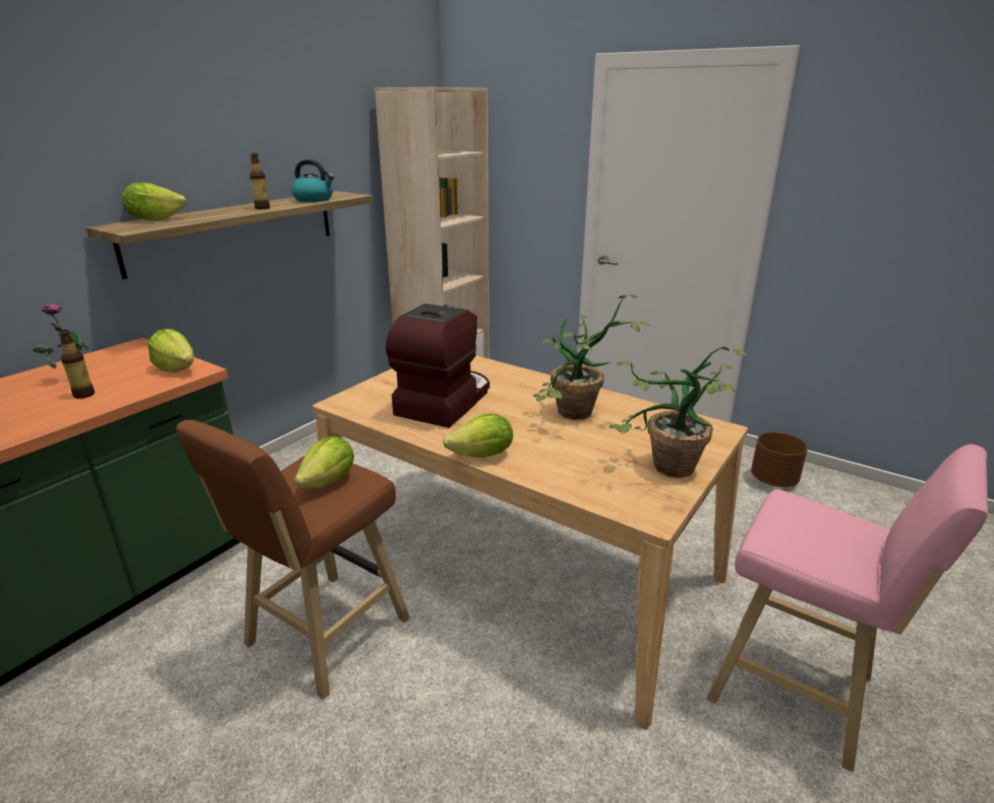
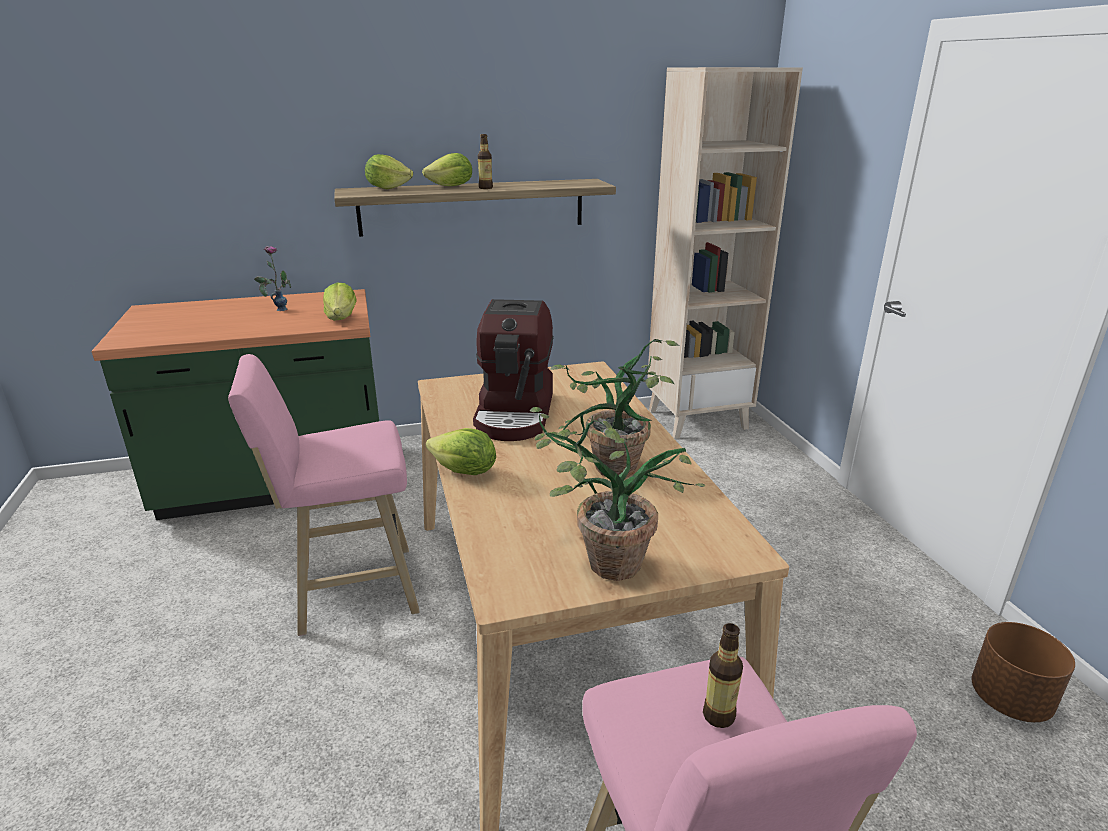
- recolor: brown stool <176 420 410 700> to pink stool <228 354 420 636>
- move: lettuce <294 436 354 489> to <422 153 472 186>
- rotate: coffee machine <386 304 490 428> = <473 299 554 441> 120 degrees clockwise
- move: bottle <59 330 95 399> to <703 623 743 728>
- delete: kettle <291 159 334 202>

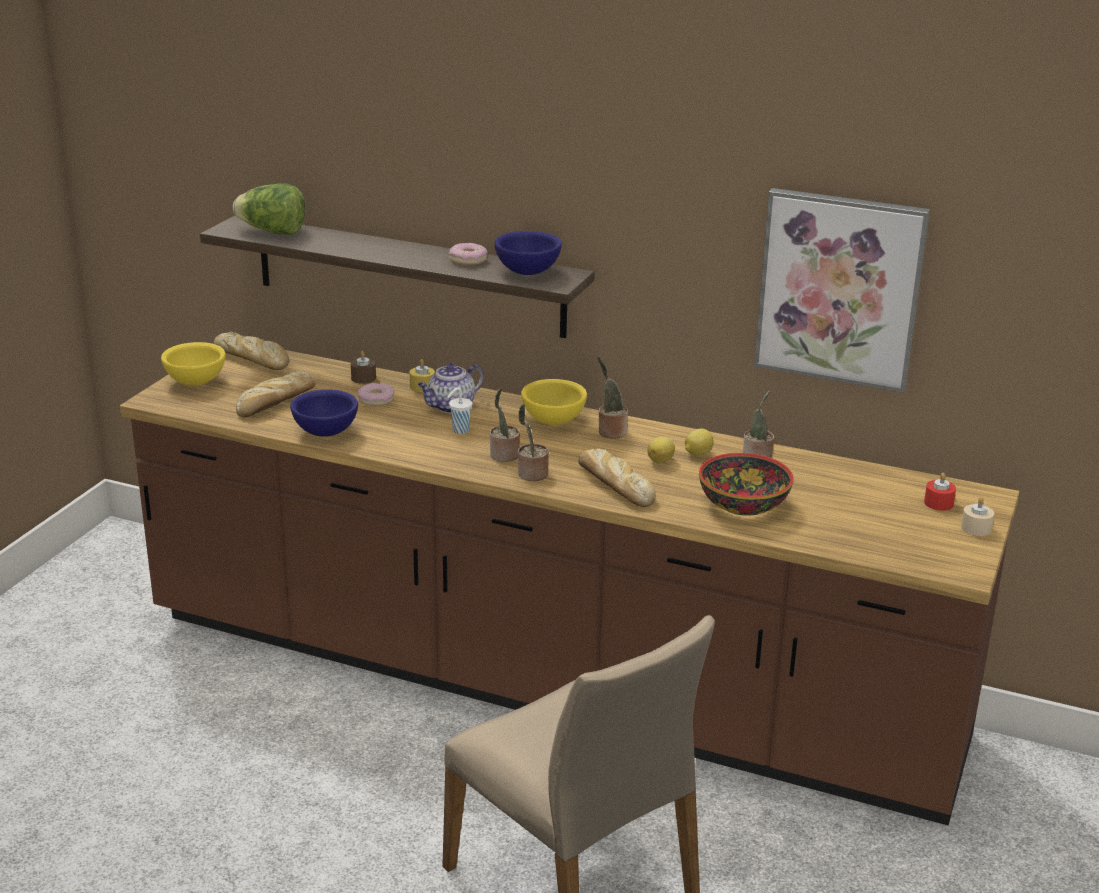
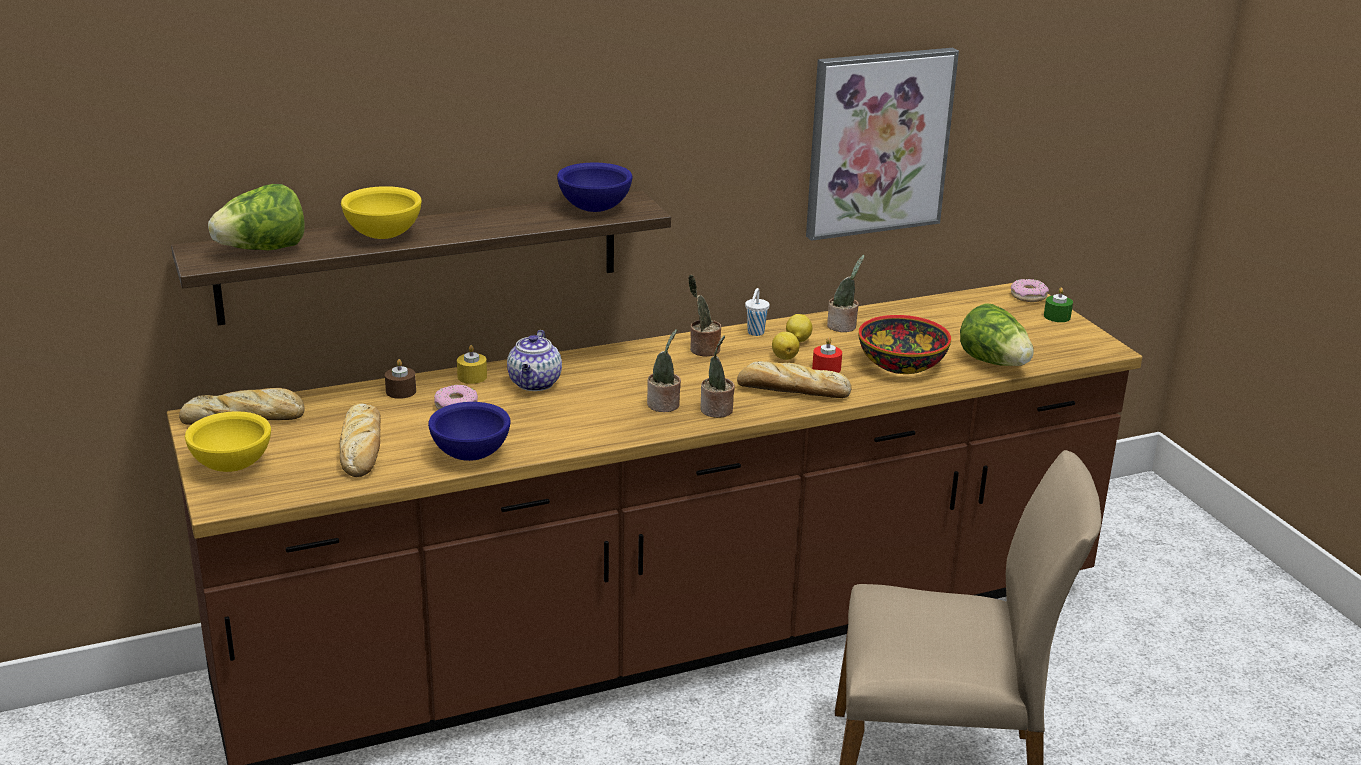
- move: yellow bowl <521 379 587 425> to <341 186 422 239>
- move: white cup <447 388 472 434> to <745 288 770 336>
- move: red candle <924 473 956 511> to <812 337 842 373>
- insert: lettuce <960 303 1033 366>
- move: donut <449 243 487 265> to <1011 279 1049 302>
- recolor: beige candle <961 497 994 536> to green candle <1044 287 1073 322>

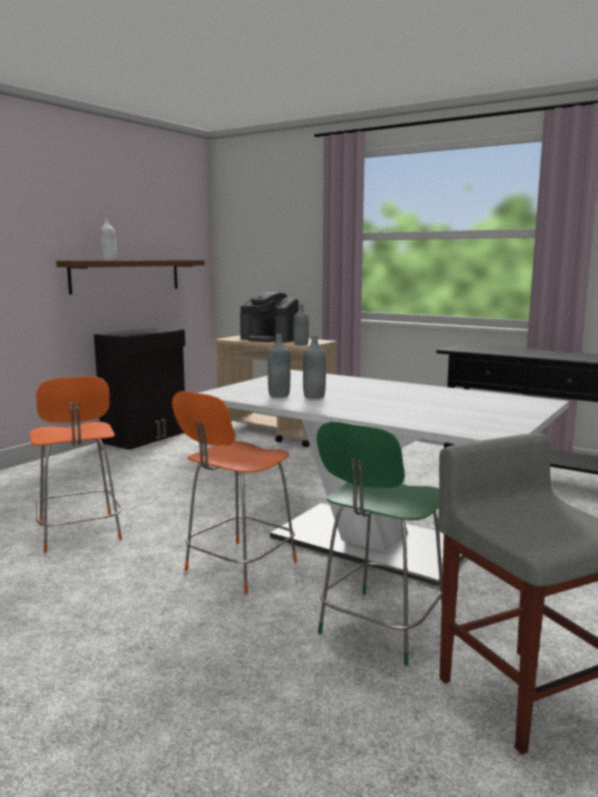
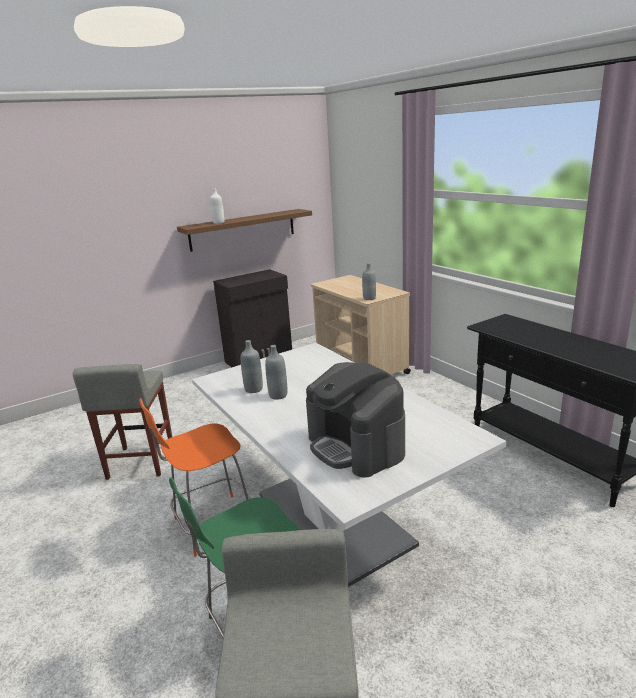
- replace: orange chair <30 376 122 553> to grey stool <72 364 172 480>
- move: coffee machine <240 292 298 343> to <306 362 405 478>

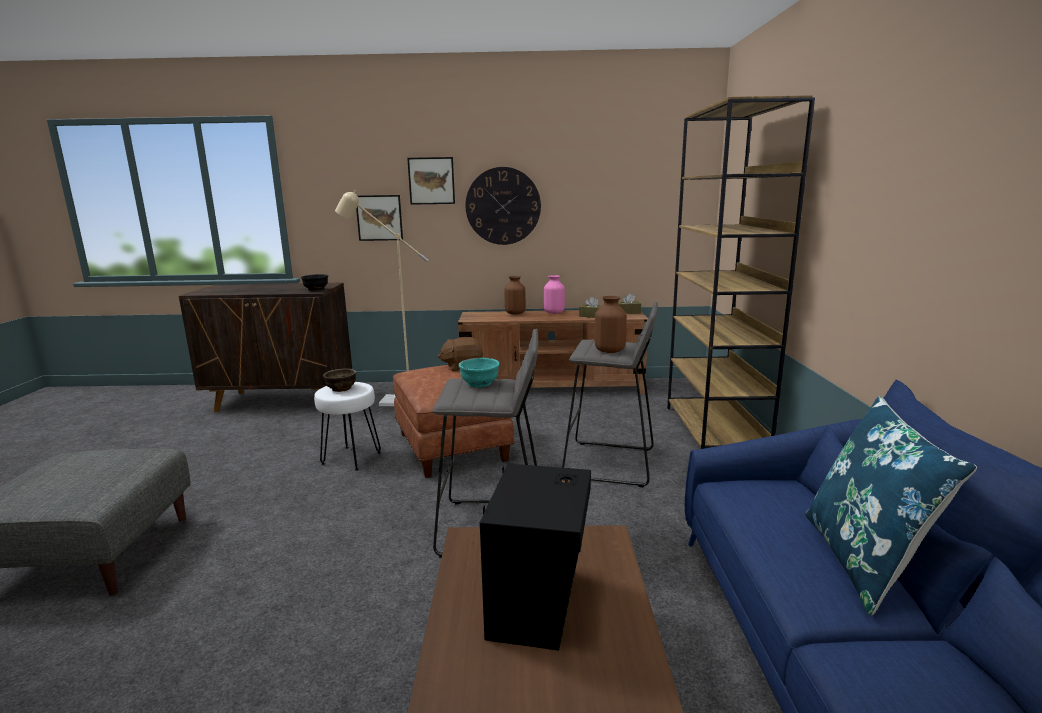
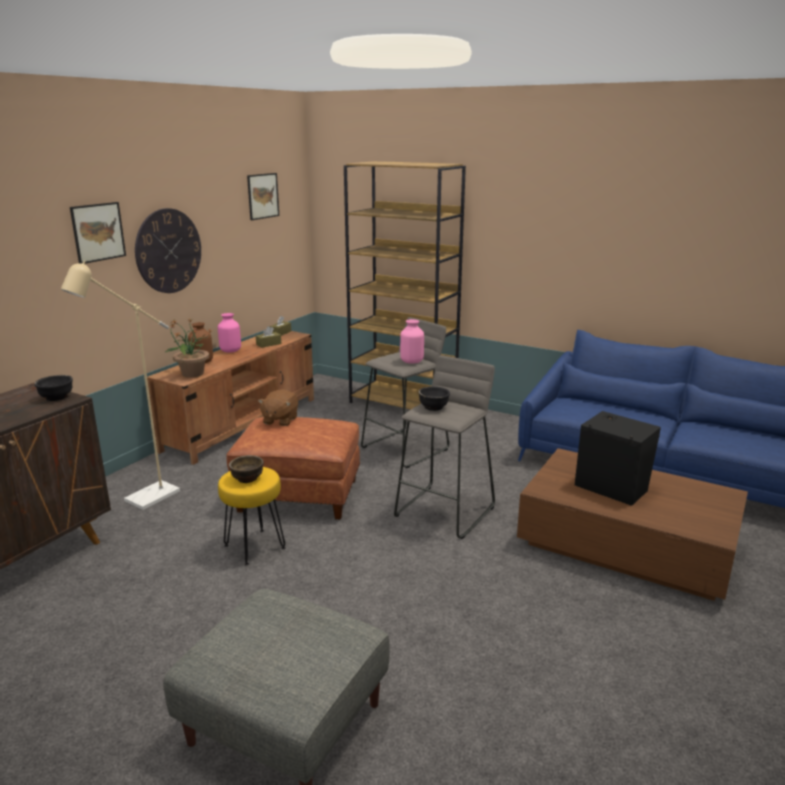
- insert: potted plant <163 319 213 378>
- recolor: white stool <314 382 381 471> to yellow stool <218 467 285 566>
- move: picture <356 195 403 241> to <247 173 279 220>
- recolor: brown vase <595 296 627 353> to pink vase <400 319 424 364>
- recolor: turquoise bowl <459 358 500 387> to black bowl <418 386 450 411>
- delete: blue pillow <805 396 977 616>

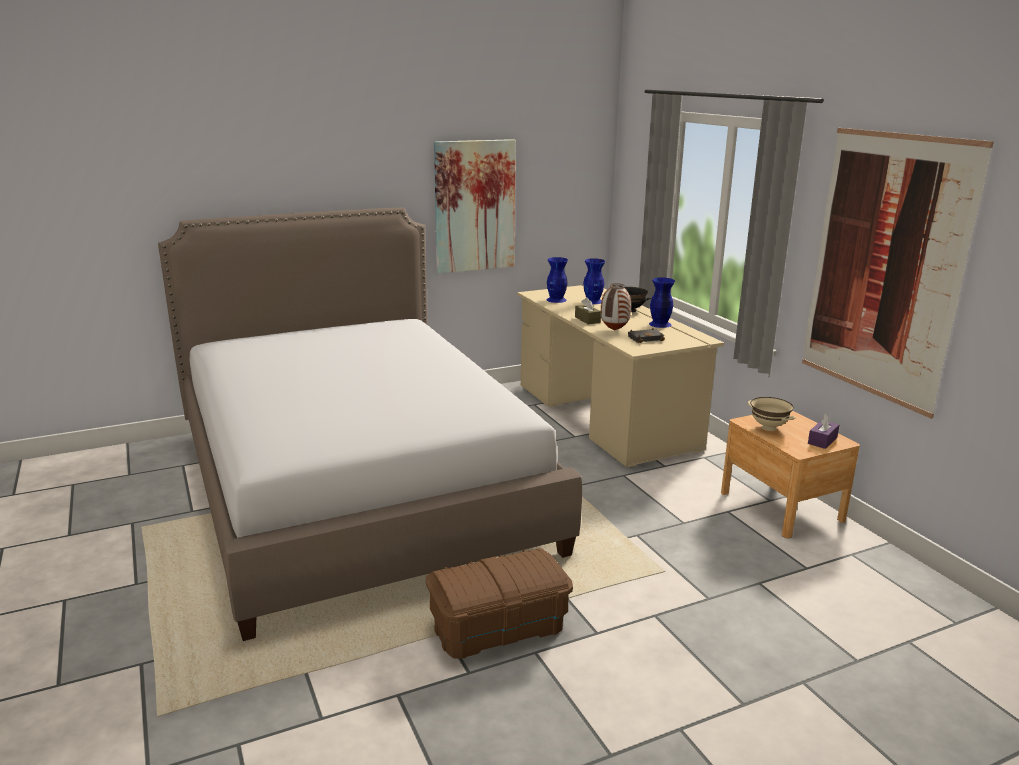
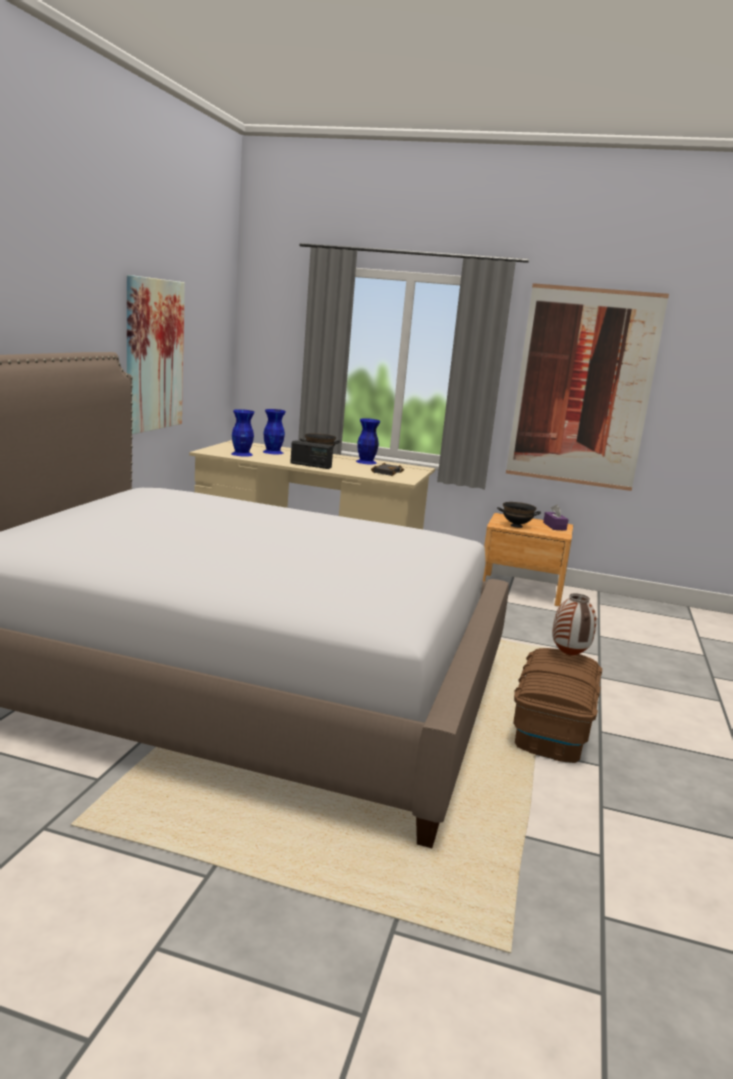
- replace: brown tissue box <575 297 601 324> to radio <290 440 333 469>
- recolor: beige bowl <748 397 796 431> to black bowl <497 502 541 528>
- move: vase <601 283 631 331> to <552 593 596 656>

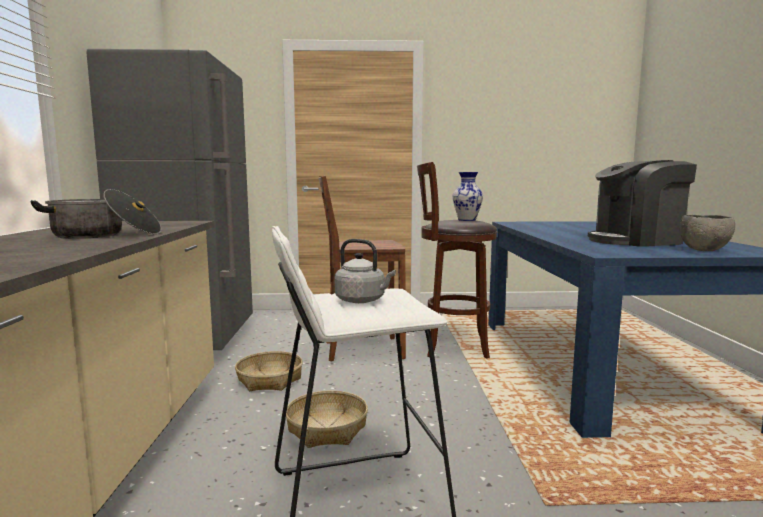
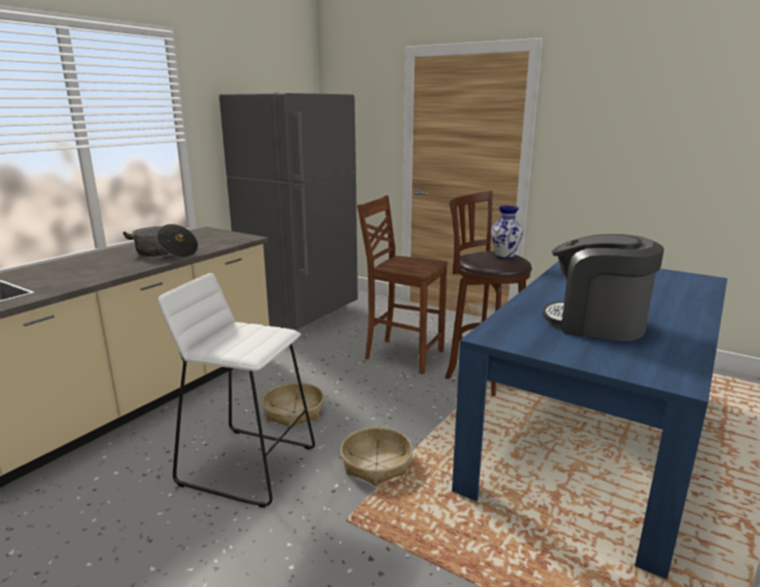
- move: basket <235 351 303 391> to <341 427 413 486>
- delete: grey kettle <334 239 396 303>
- delete: grey bowl <680 215 735 251>

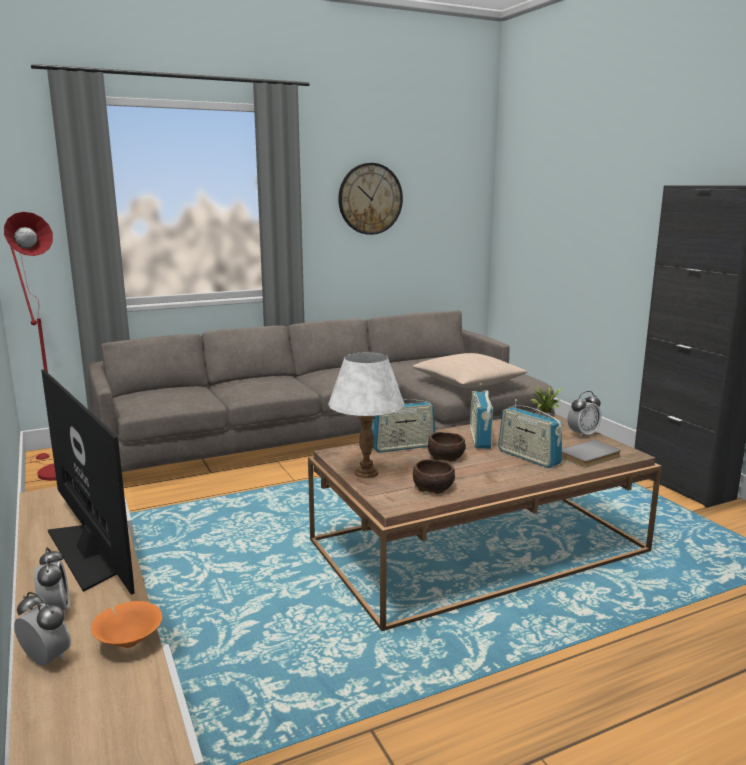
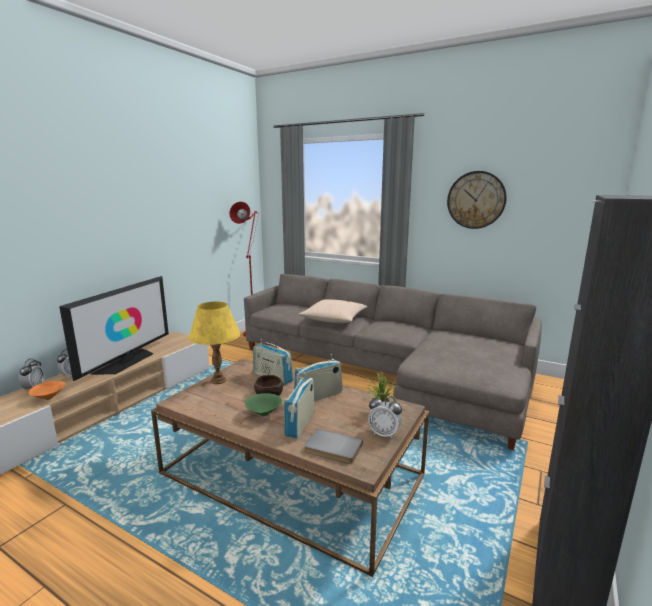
- recolor: white table lamp <328 353 404 478> to yellow table lamp <189 301 241 384>
- insert: green bowl <245 393 282 416>
- move: beige pillow <412 353 527 388> to <299 299 368 323>
- delete: brown bowl <413 459 455 494>

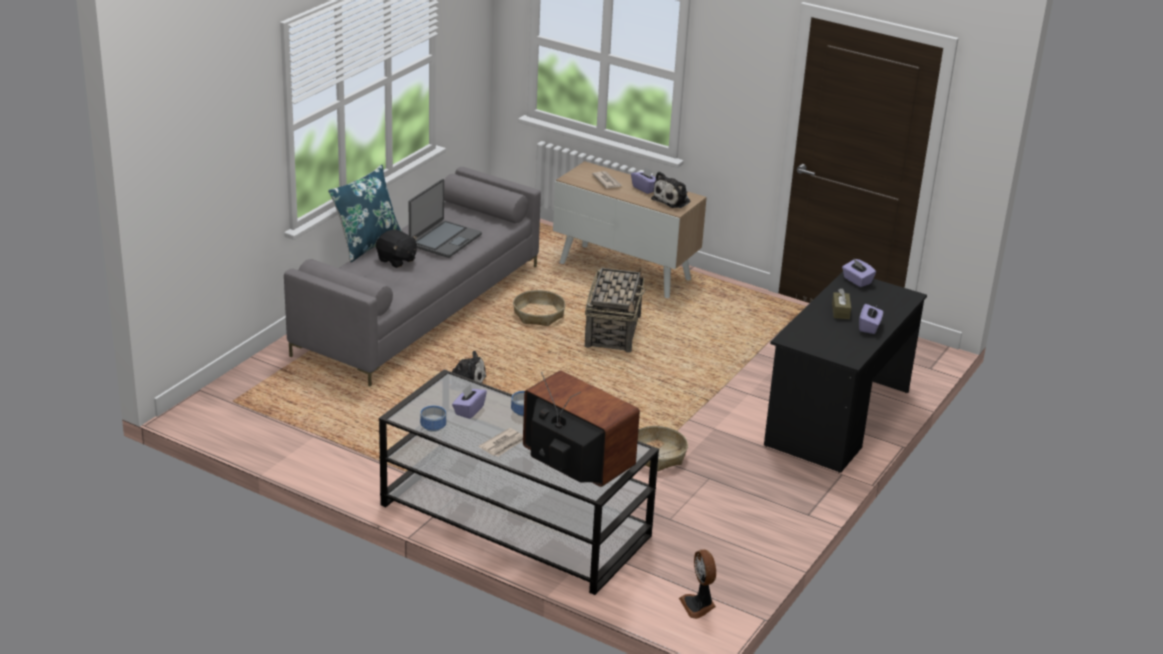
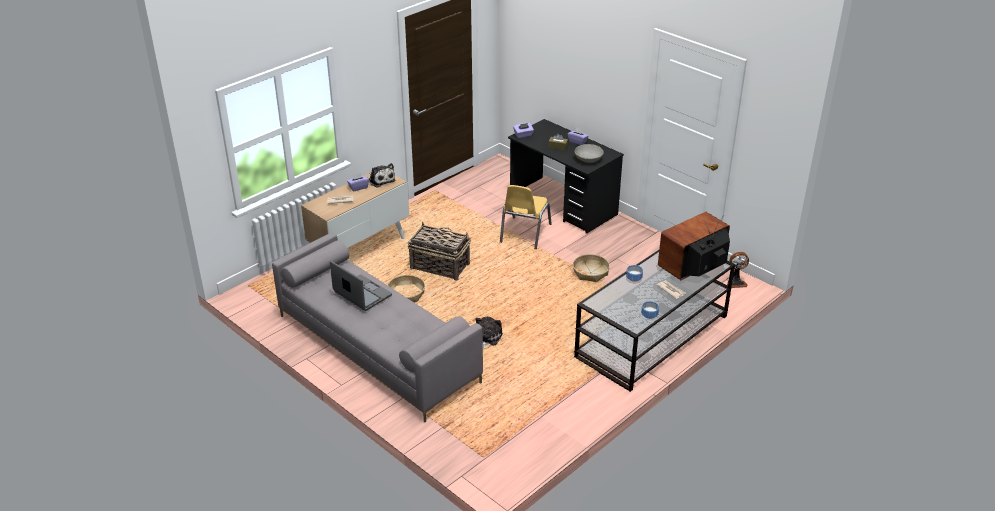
- insert: yellow chair <500 185 552 249>
- insert: grey bowl <575 144 604 163>
- delete: blue pillow <328 165 401 262>
- delete: black plush toy <376 230 417 268>
- delete: purple tissue box <452 384 487 419>

